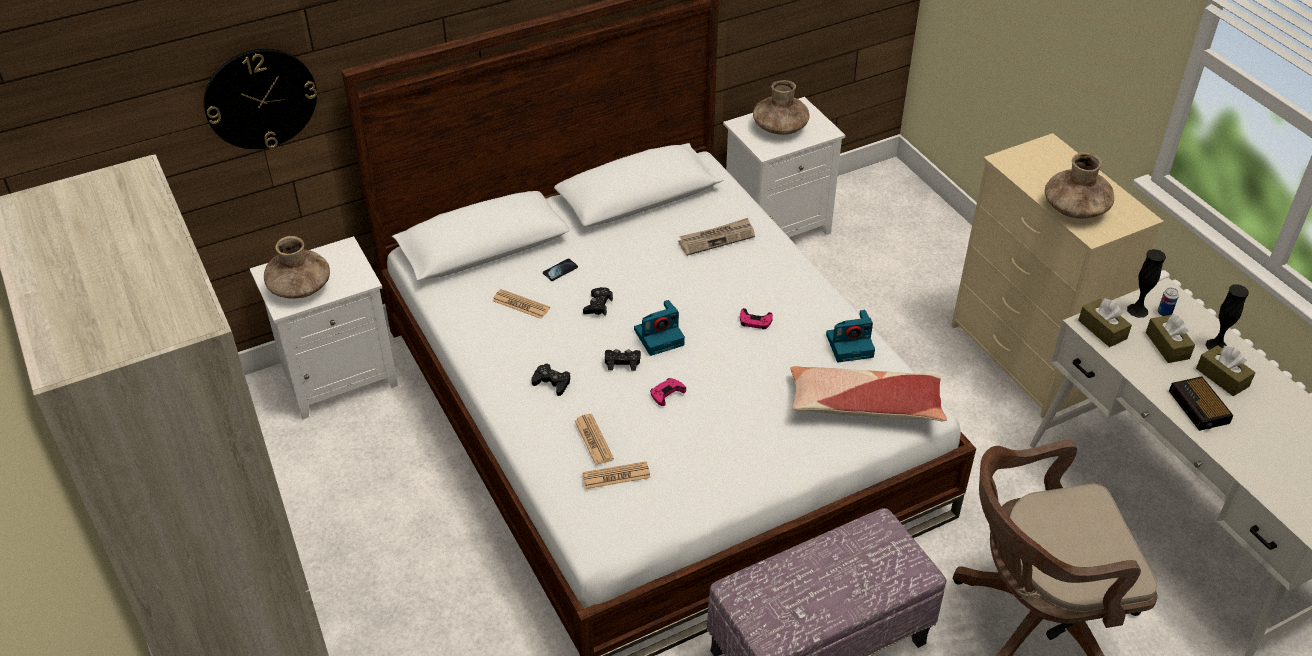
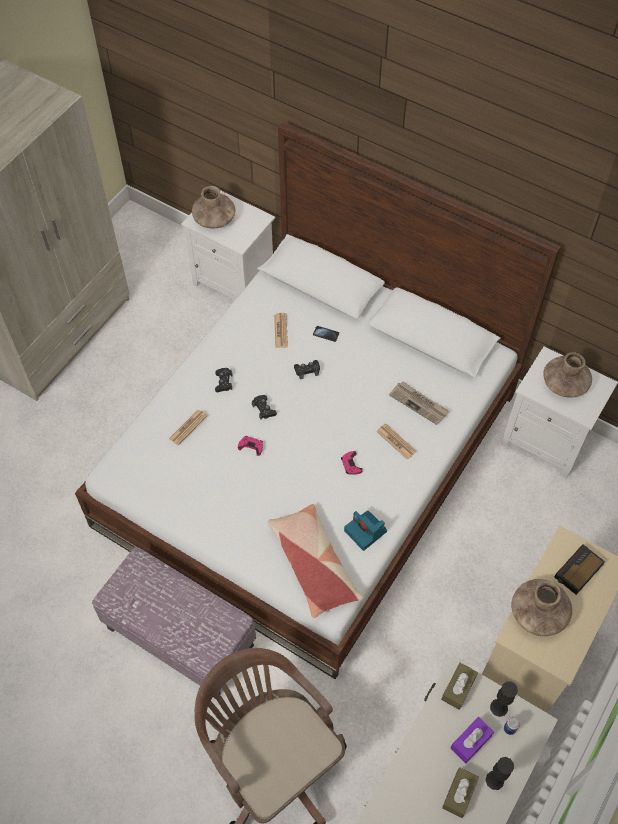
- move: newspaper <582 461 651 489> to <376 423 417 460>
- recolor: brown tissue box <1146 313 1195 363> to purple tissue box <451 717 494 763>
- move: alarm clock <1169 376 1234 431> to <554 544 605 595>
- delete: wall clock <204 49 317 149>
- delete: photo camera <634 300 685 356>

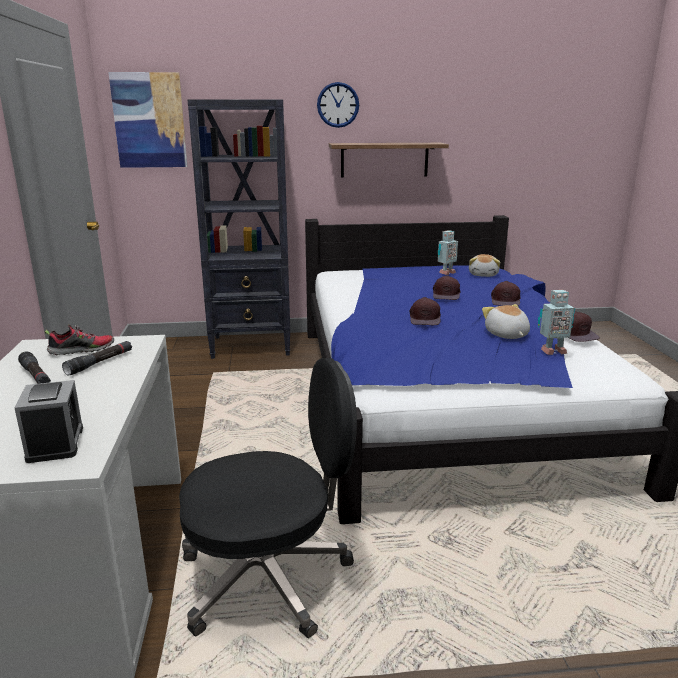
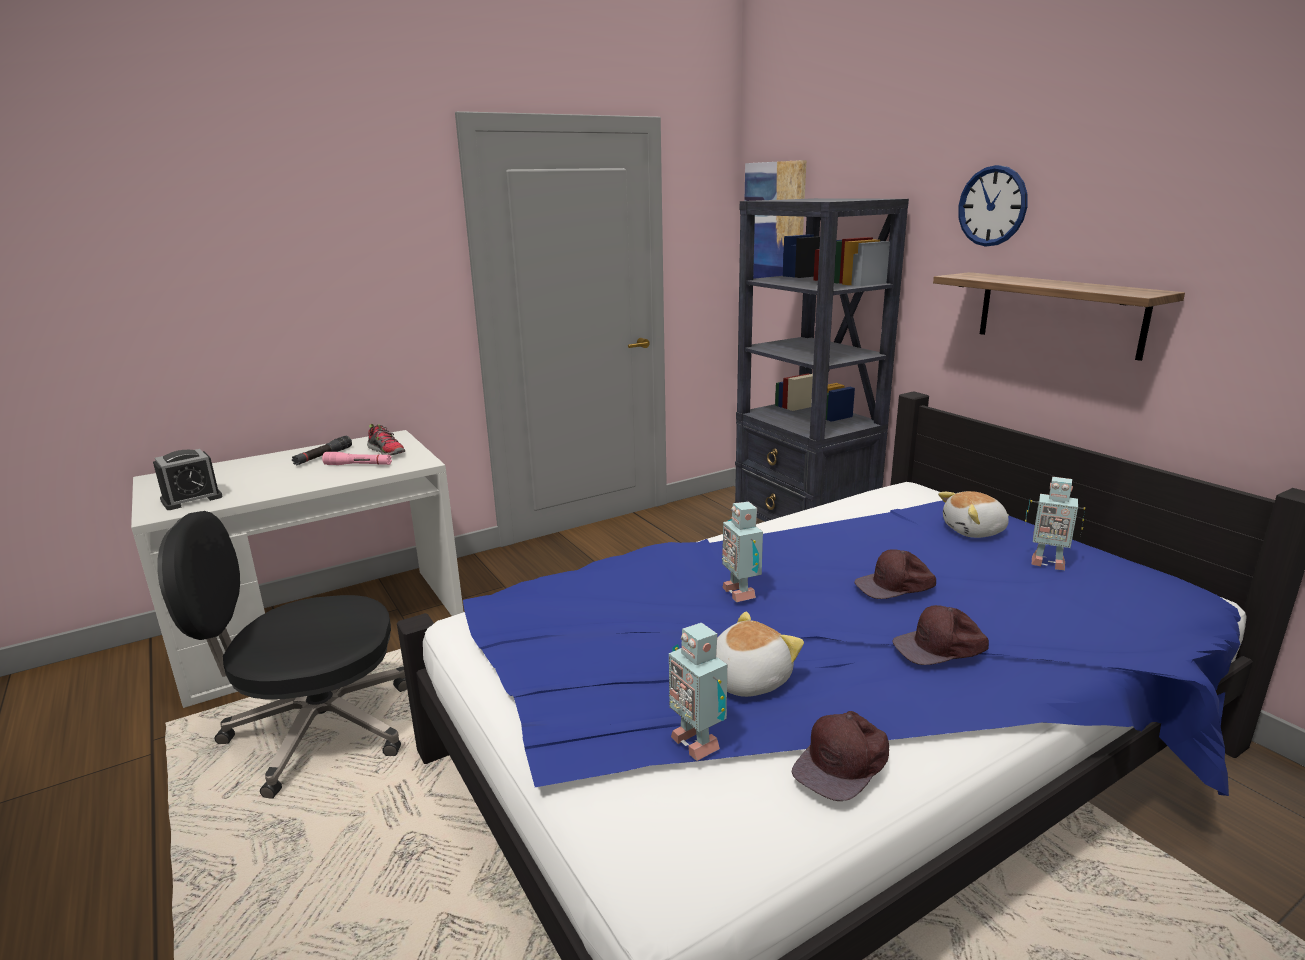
- rotate: black office chair <179 358 357 639> = <157 511 407 799> 120 degrees clockwise
- recolor: black flashlight <62 341 132 376> to pink flashlight <322 452 392 465>
- replace: brown cap <409 297 441 325> to toy robot <722 502 763 602>
- move: plush toy <469 254 500 277> to <938 491 1009 538>

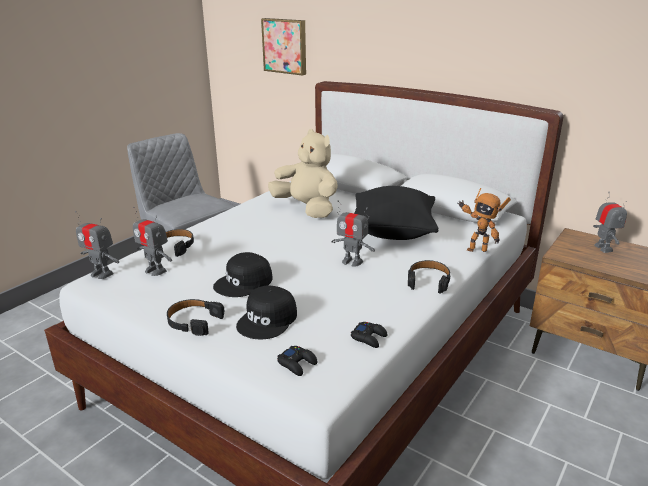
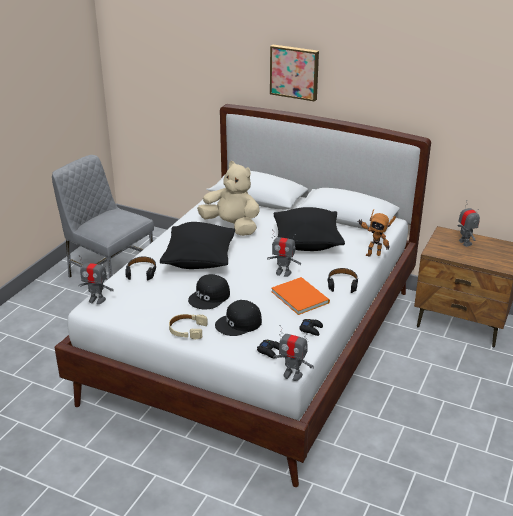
- insert: black pillow <160 222 235 269>
- recolor: black headphones <167 299 224 336> to beige headphones <169 314 208 340>
- rotate: black cap <236 285 297 339> = <215 300 262 336> 45 degrees clockwise
- move: picture <261 18 306 75> to <270 45 319 102>
- insert: orange book <271 277 330 315>
- move: toy robot <133 207 172 276> to <273 325 314 381>

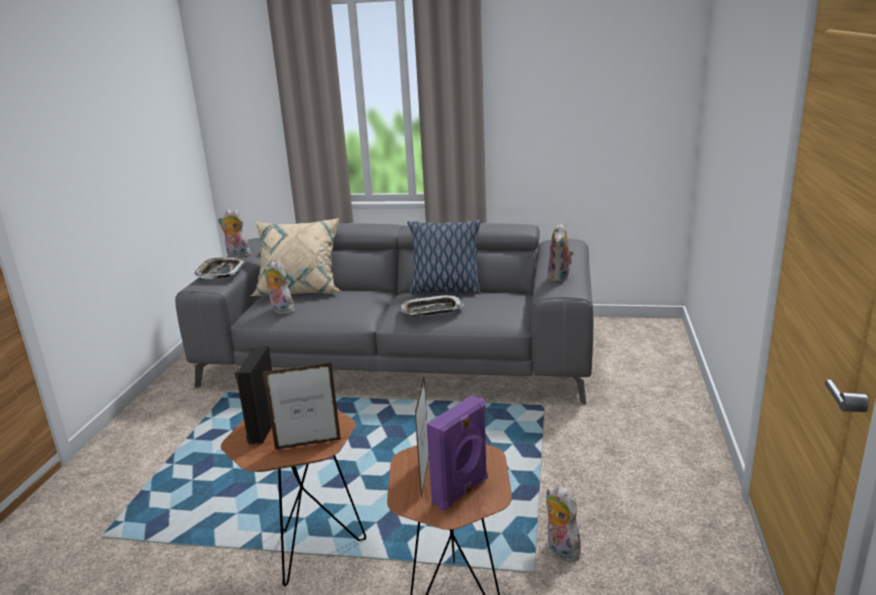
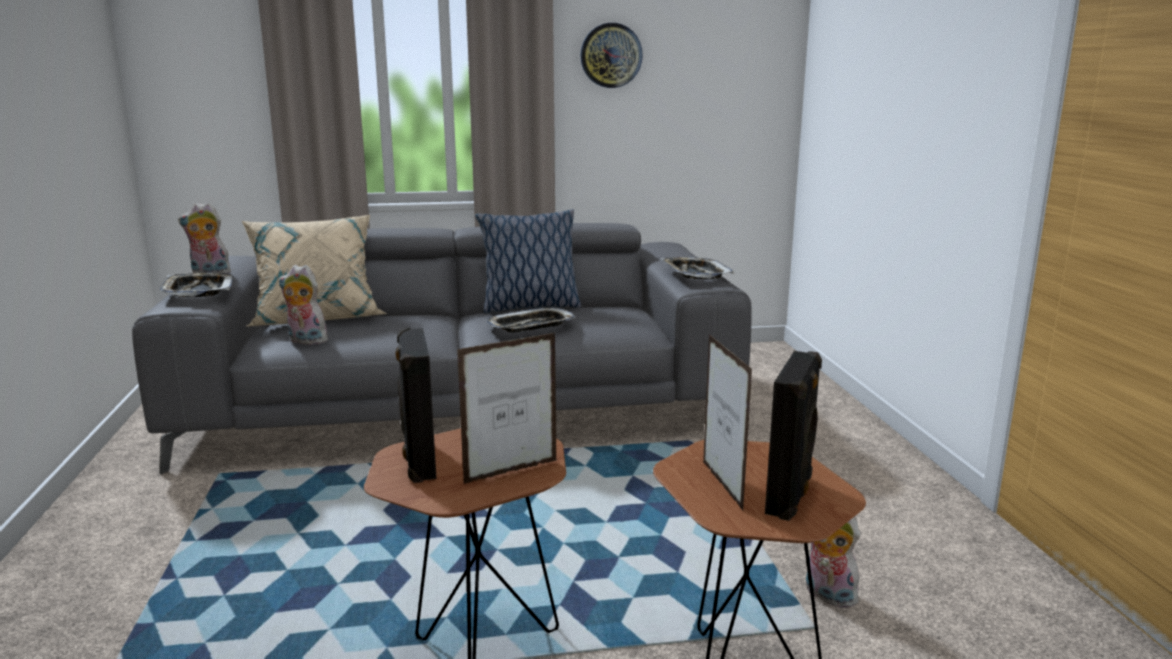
- insert: wall clock <580 23 643 88>
- replace: plush toy <548 223 574 282> to tray <661 257 734 279>
- recolor: purple speaker <427 395 488 511> to black speaker <765 351 822 521>

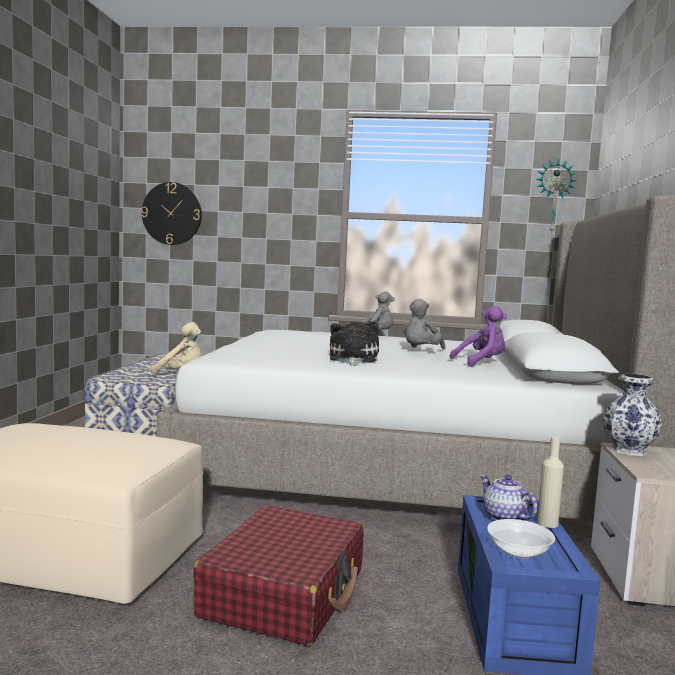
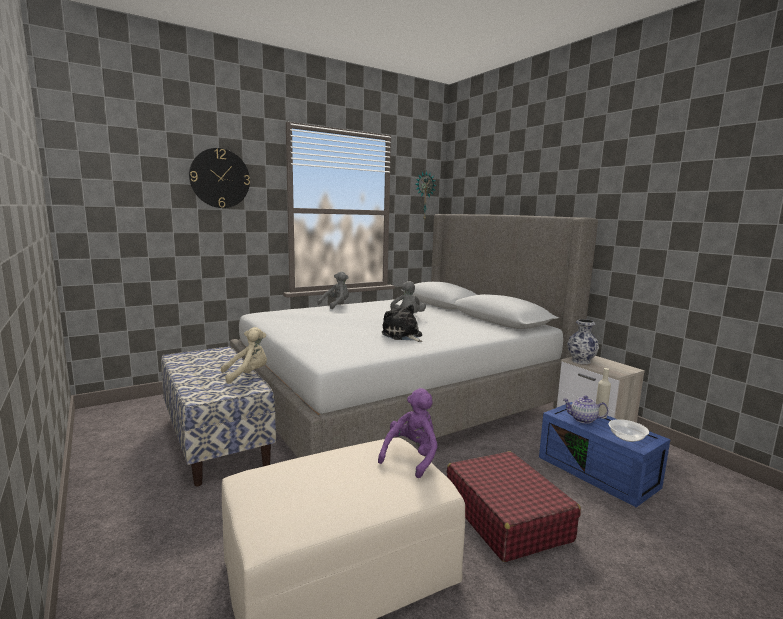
- move: wall clock <141 182 202 245> to <189 148 250 208>
- move: purple plush toy <450 306 507 367> to <378 388 438 478>

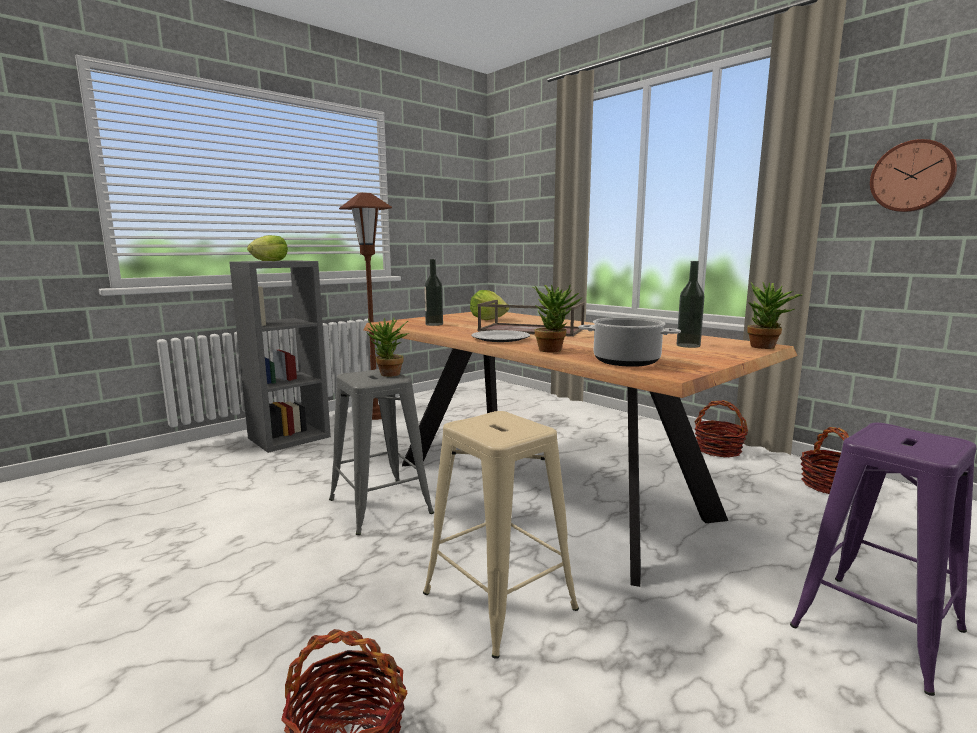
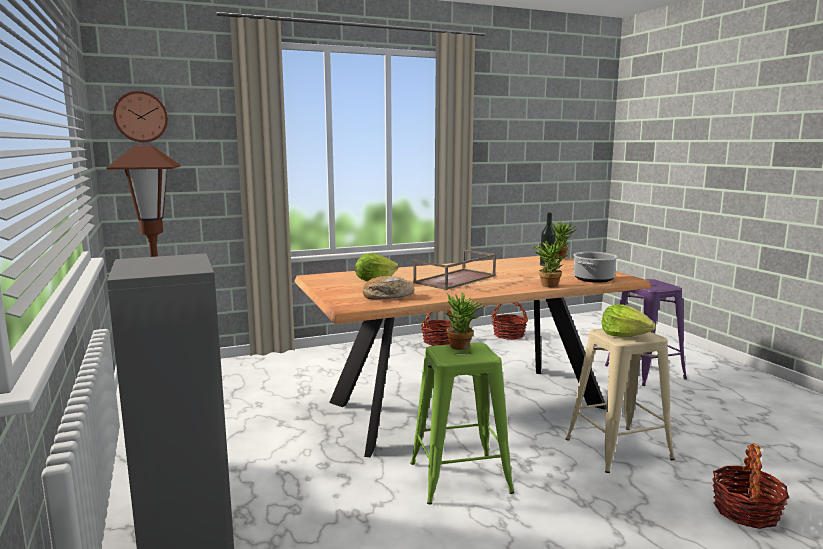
- move: wall clock <870 139 957 212> to <113 91 168 142>
- replace: bottle <424 259 443 326> to bread <363 276 414 300>
- recolor: grey stool <329 369 434 535> to green stool <410 342 514 505>
- move: lettuce <247 235 288 261> to <602 304 655 337>
- delete: plate <471 330 530 342>

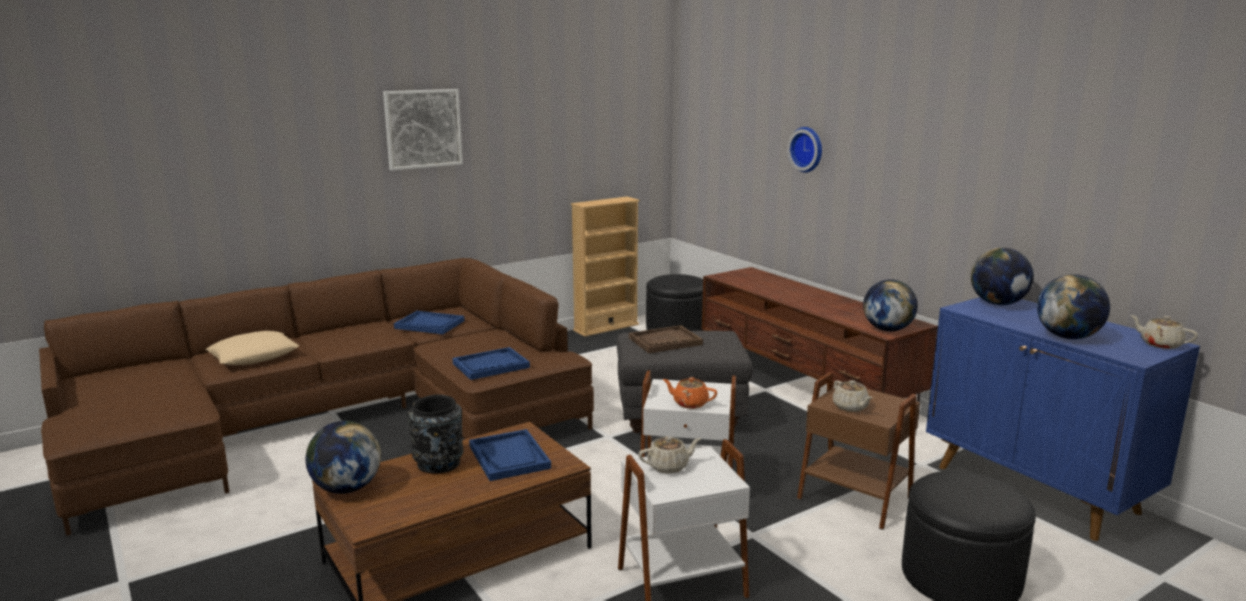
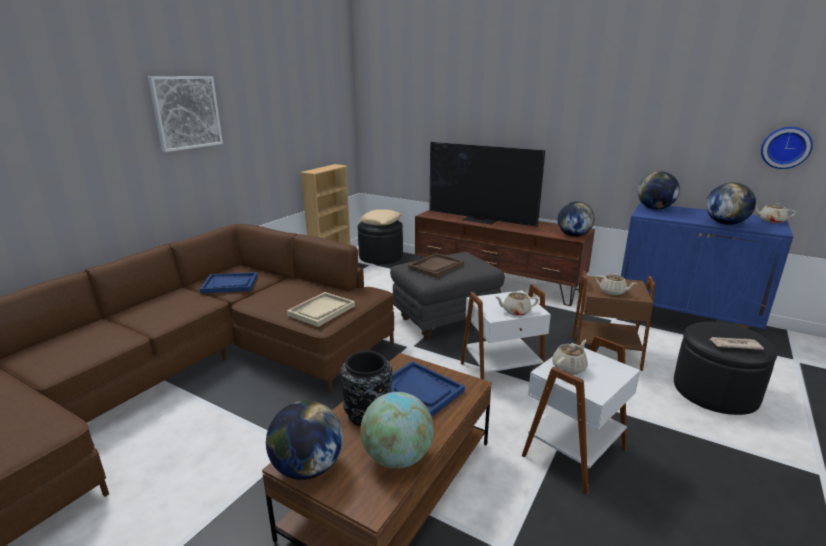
- recolor: blue tray <453 347 530 380> to beige tray <287 292 355 327>
- move: beige pillow <206 331 299 365> to <359 209 402 226>
- insert: globe <360 392 434 469>
- insert: television <430 142 545 227>
- recolor: orange teapot <663 377 717 409> to beige teapot <496 291 538 316>
- insert: newspaper <710 337 764 350>
- move: wall clock <787 127 822 173> to <761 127 813 169>

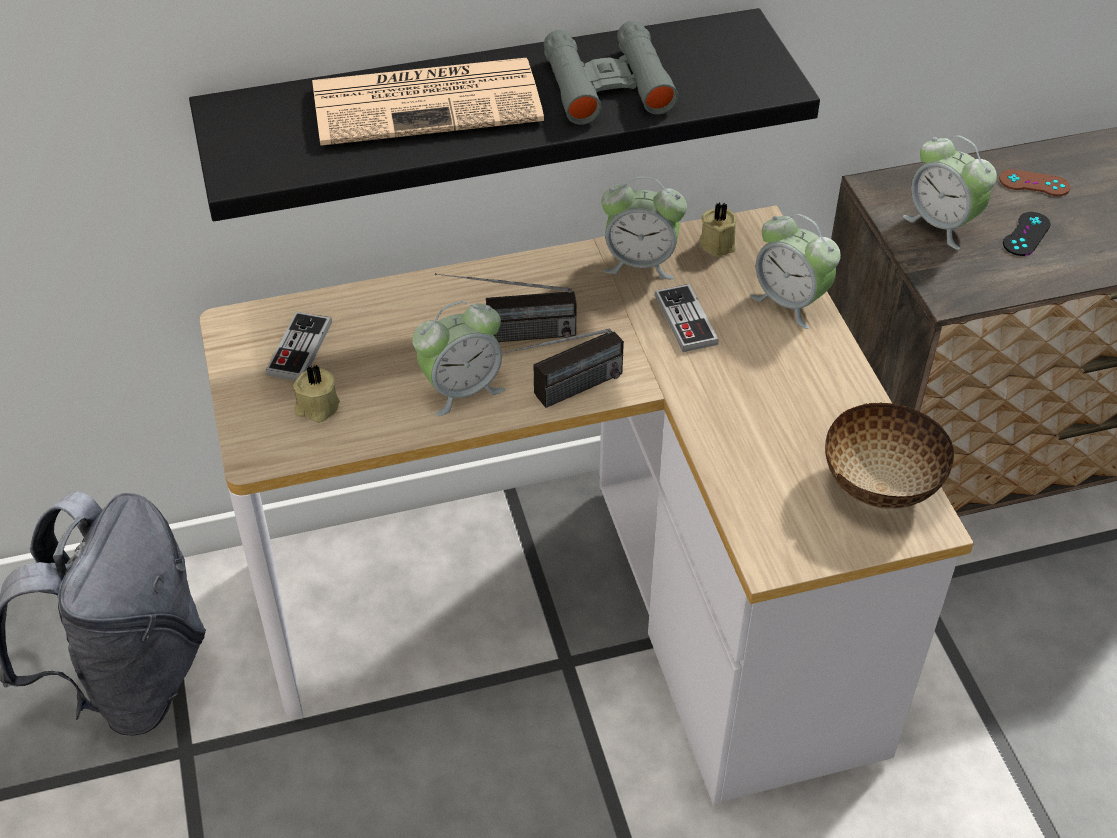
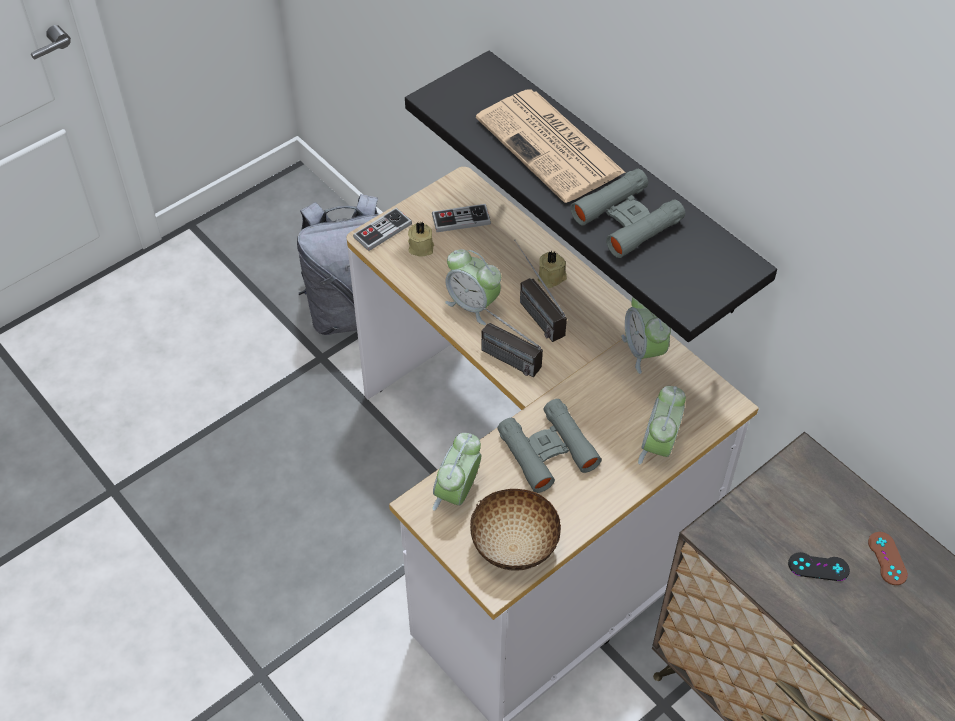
- move: game controller <655 284 719 352> to <353 208 412 251>
- move: alarm clock <903 135 997 250> to <432 433 481 511>
- insert: grey binoculars <498 399 602 493>
- move: beige candle <700 202 736 257> to <538 251 567 288>

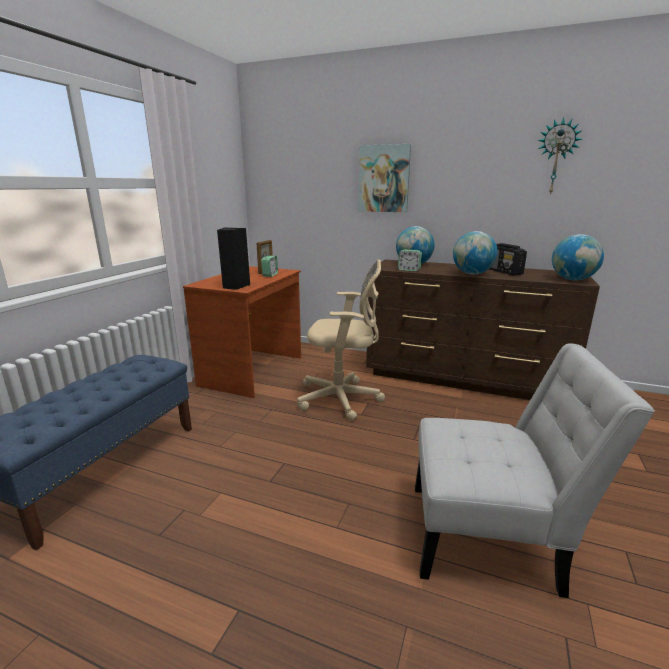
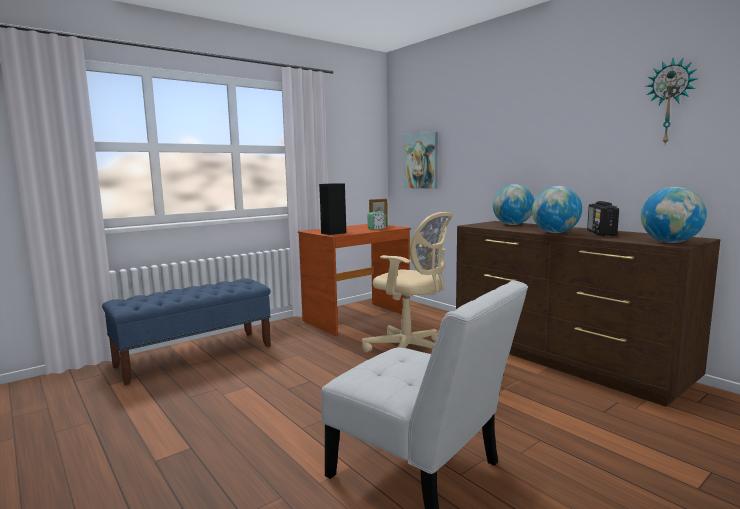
- move: picture <358 144 411 212> to <404 132 438 189>
- delete: alarm clock <398 250 422 271>

